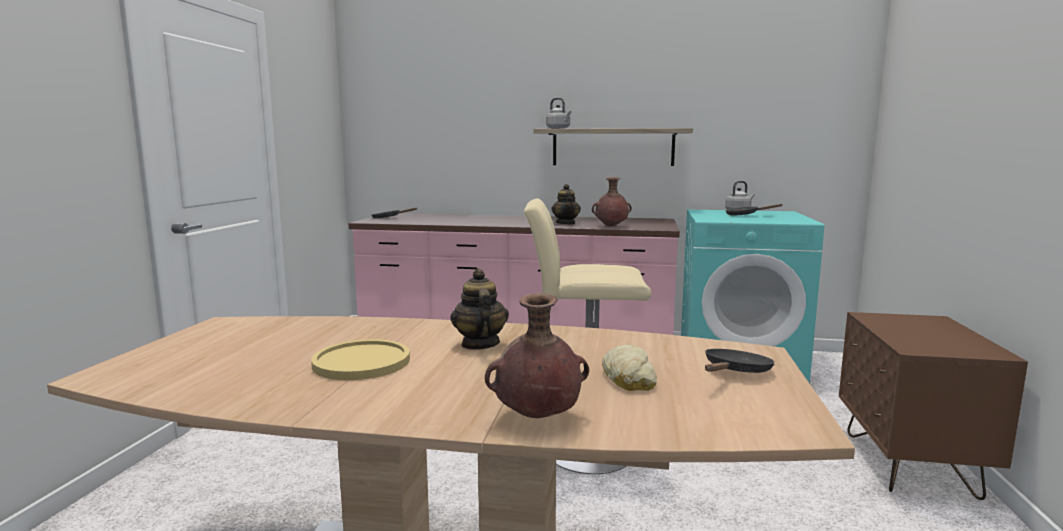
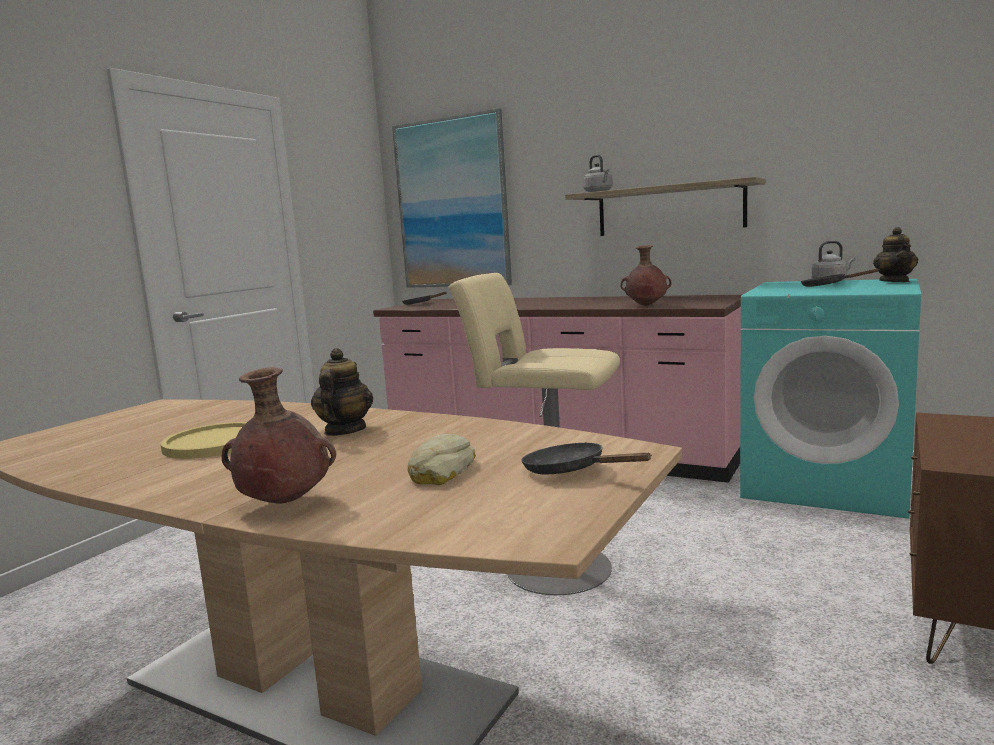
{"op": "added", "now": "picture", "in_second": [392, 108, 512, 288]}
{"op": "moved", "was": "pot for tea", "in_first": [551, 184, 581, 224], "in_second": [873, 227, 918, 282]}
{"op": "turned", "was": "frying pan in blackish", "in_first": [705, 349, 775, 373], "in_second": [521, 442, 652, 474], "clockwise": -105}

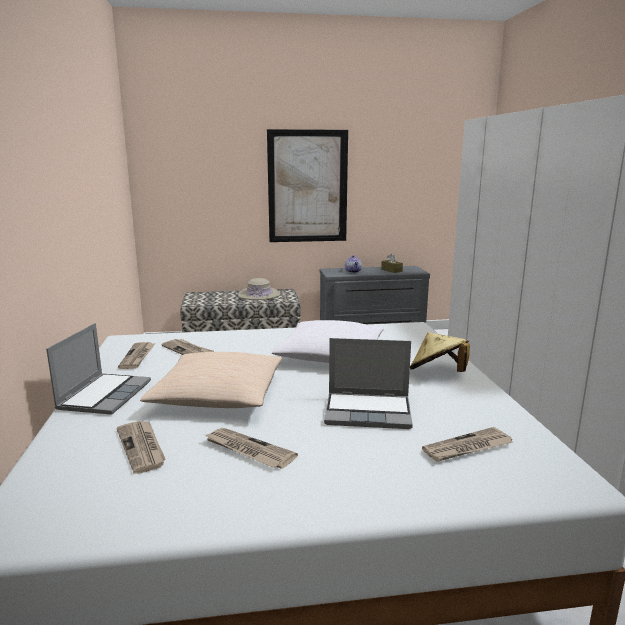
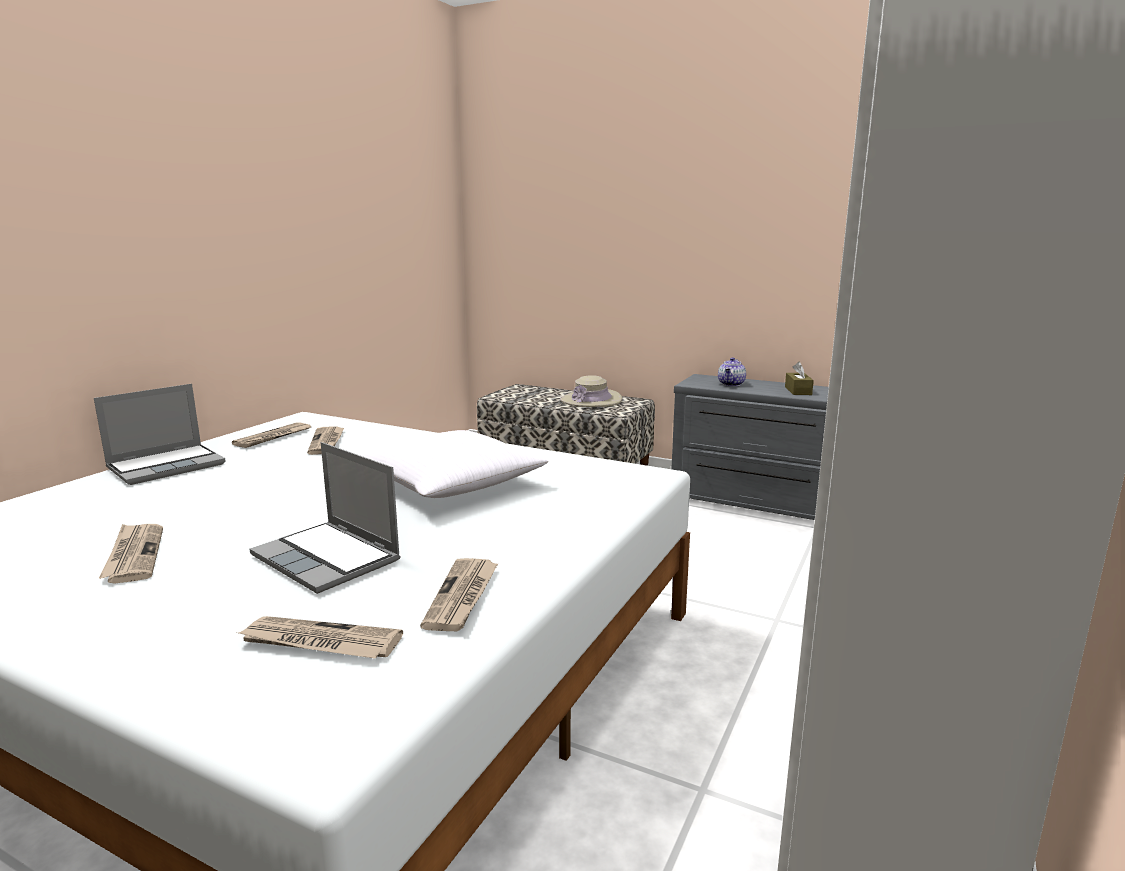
{"op": "removed", "was": "cushion in sand-coloured", "in_first": [140, 352, 282, 408]}
{"op": "removed", "was": "picture", "in_first": [267, 129, 348, 242]}
{"op": "removed", "was": "wearable hat in sand-coloured", "in_first": [410, 332, 470, 372]}
{"op": "moved", "was": "printed paper", "in_first": [116, 421, 166, 474], "in_second": [420, 558, 498, 631]}

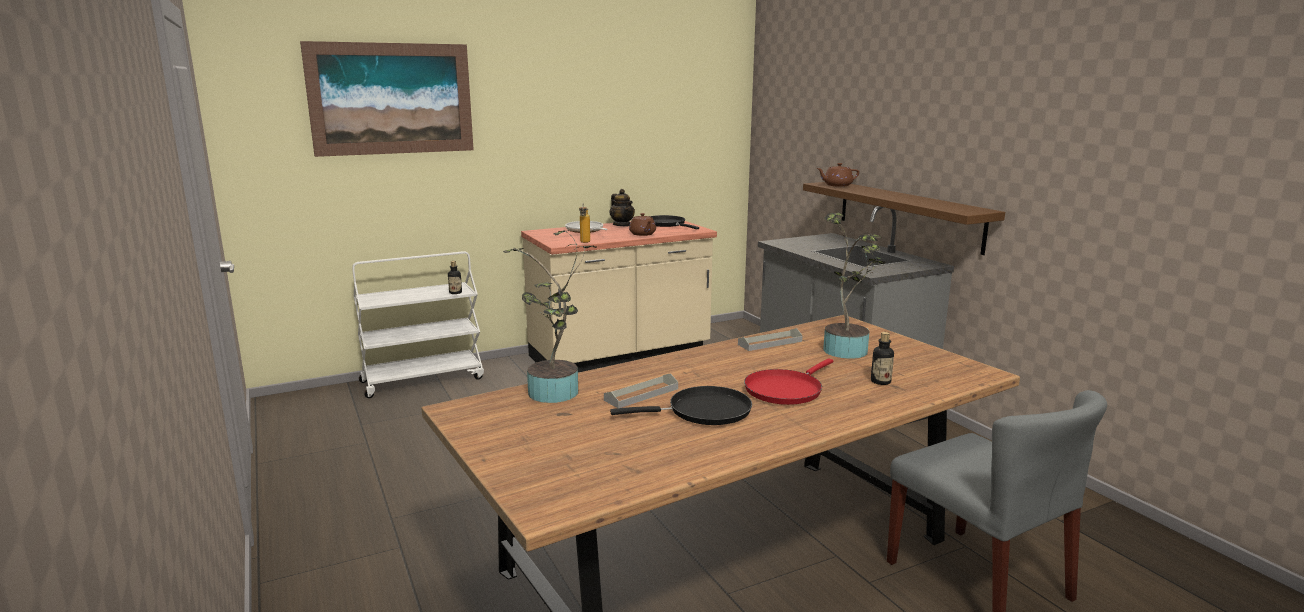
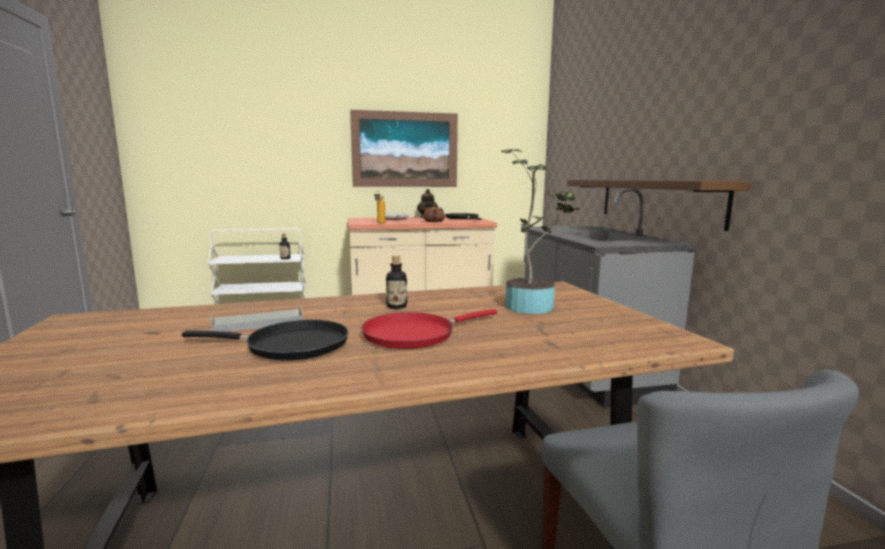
{"op": "removed", "was": "houseplant", "in_first": [503, 230, 597, 403]}
{"op": "removed", "was": "carrying tray in greyish", "in_first": [738, 328, 802, 351]}
{"op": "removed", "was": "pot for tea in brownish", "in_first": [817, 163, 859, 187]}
{"op": "moved", "was": "picture", "in_first": [300, 41, 474, 157], "in_second": [350, 110, 458, 187]}
{"op": "moved", "was": "drink bottle", "in_first": [871, 332, 894, 385], "in_second": [386, 255, 407, 309]}

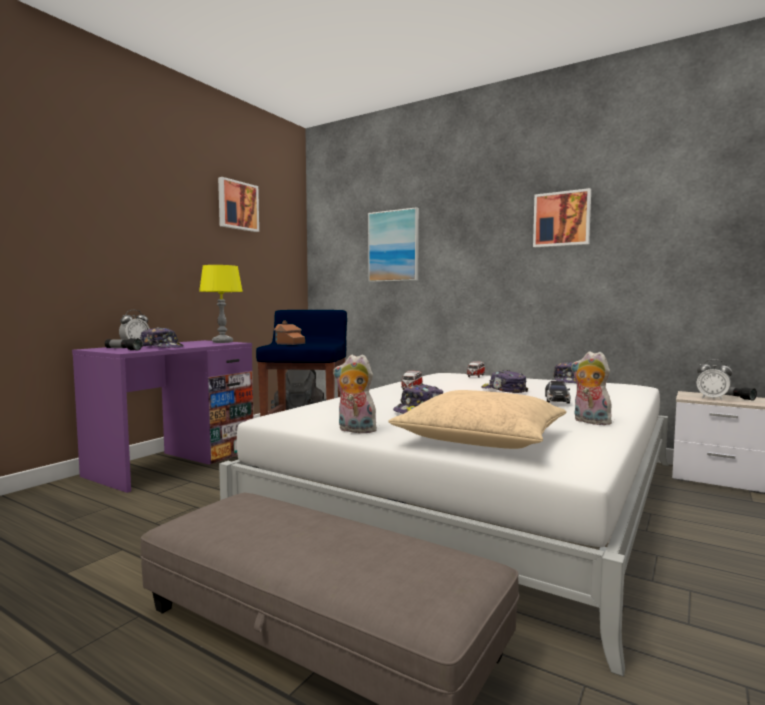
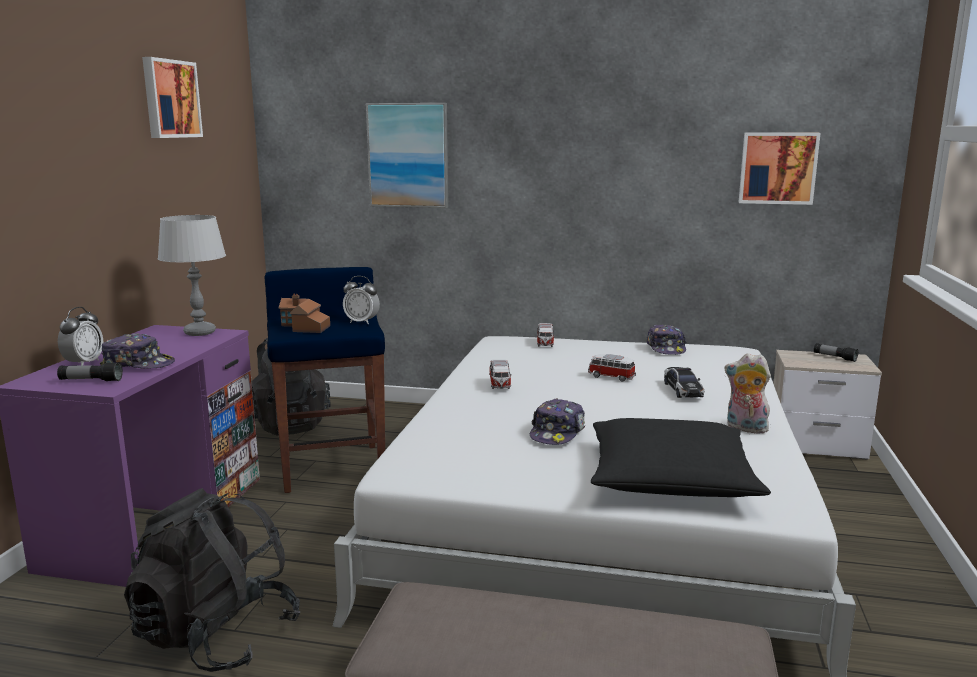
{"op": "removed", "was": "plush toy", "in_first": [333, 354, 377, 433]}
{"op": "added", "now": "knapsack in blackish", "in_second": [124, 488, 300, 672]}
{"op": "moved", "was": "picture", "in_first": [533, 188, 591, 248], "in_second": [738, 132, 821, 205]}
{"op": "moved", "was": "alarm clock", "in_first": [697, 359, 733, 400], "in_second": [343, 276, 380, 324]}
{"op": "replaced", "was": "peaked cap", "now": "miniature car", "in_first": [481, 370, 528, 393], "in_second": [588, 354, 636, 381]}
{"op": "recoloured", "was": "lamp for a table in yellowish", "now": "lamp for a table in greyish", "in_first": [199, 265, 243, 343], "in_second": [158, 215, 226, 336]}
{"op": "recoloured", "was": "cushion in sand-coloured", "now": "cushion in blackish", "in_first": [389, 390, 567, 449], "in_second": [591, 418, 771, 497]}

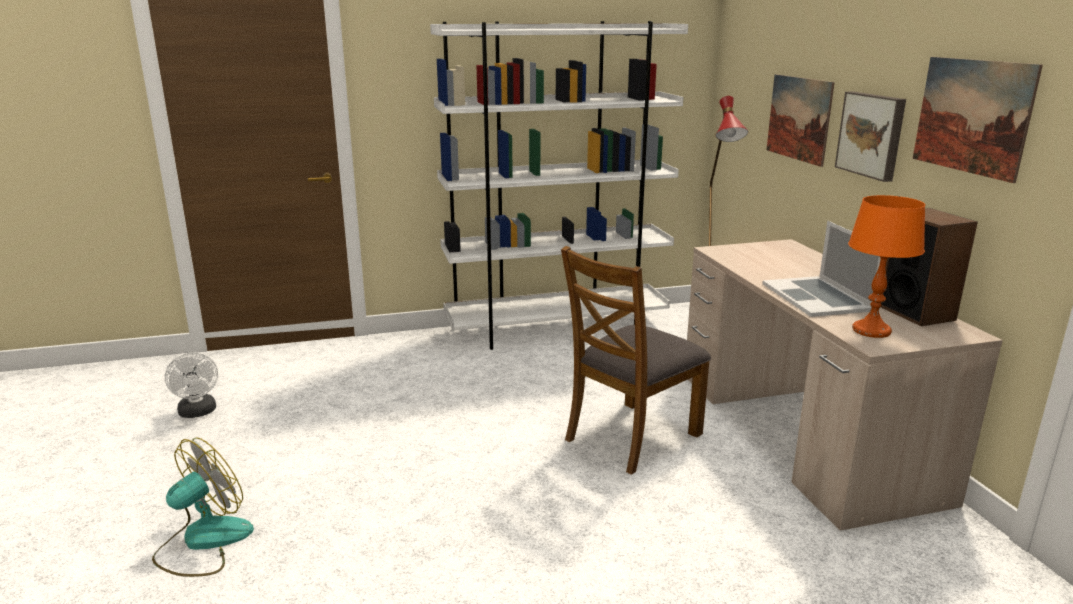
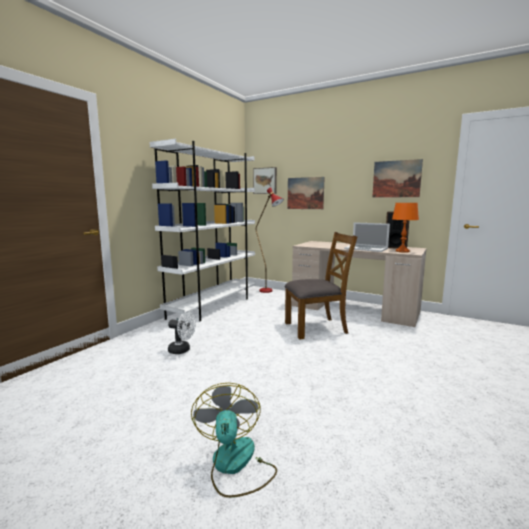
{"op": "moved", "was": "electric fan in white-coloured", "in_first": [165, 352, 218, 418], "in_second": [168, 312, 196, 354]}
{"op": "moved", "was": "picture", "in_first": [835, 91, 906, 182], "in_second": [253, 167, 277, 194]}
{"op": "turned", "was": "plain chair in brownish", "in_first": [561, 246, 711, 475], "in_second": [285, 232, 357, 339], "clockwise": -105}

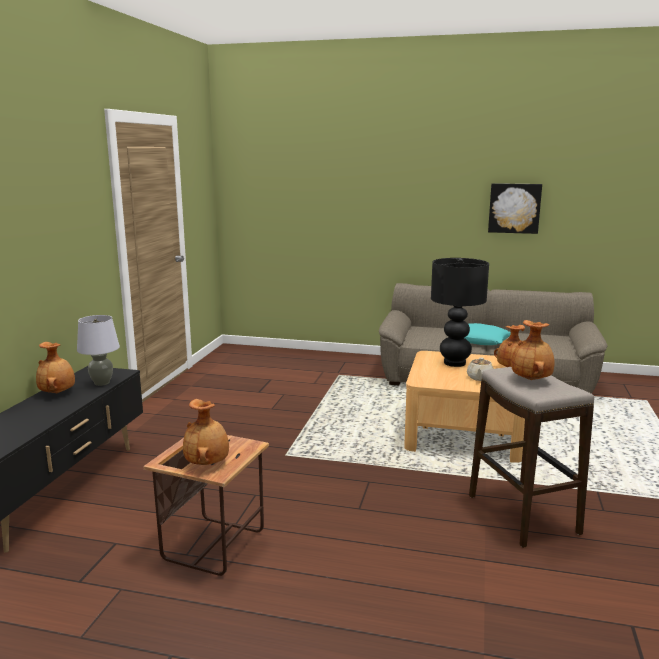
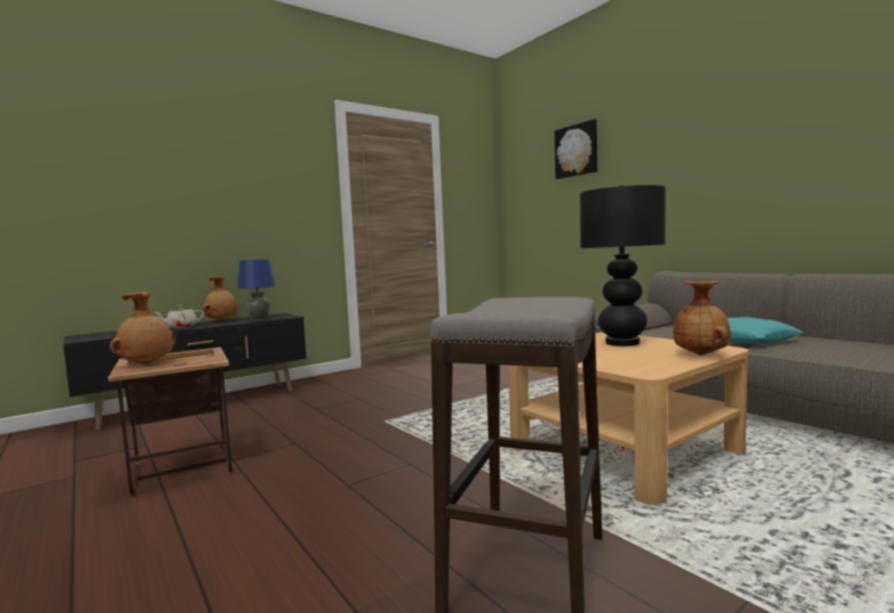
{"op": "removed", "was": "flower vase in brownish", "in_first": [511, 320, 555, 380]}
{"op": "moved", "was": "pot for tea in sand-coloured", "in_first": [467, 358, 494, 381], "in_second": [154, 306, 204, 328]}
{"op": "moved", "was": "picture", "in_first": [488, 183, 542, 234], "in_second": [555, 119, 597, 179]}
{"op": "recoloured", "was": "lamp for a table in greyish", "now": "lamp for a table in bluish", "in_first": [77, 315, 120, 386], "in_second": [238, 259, 276, 321]}

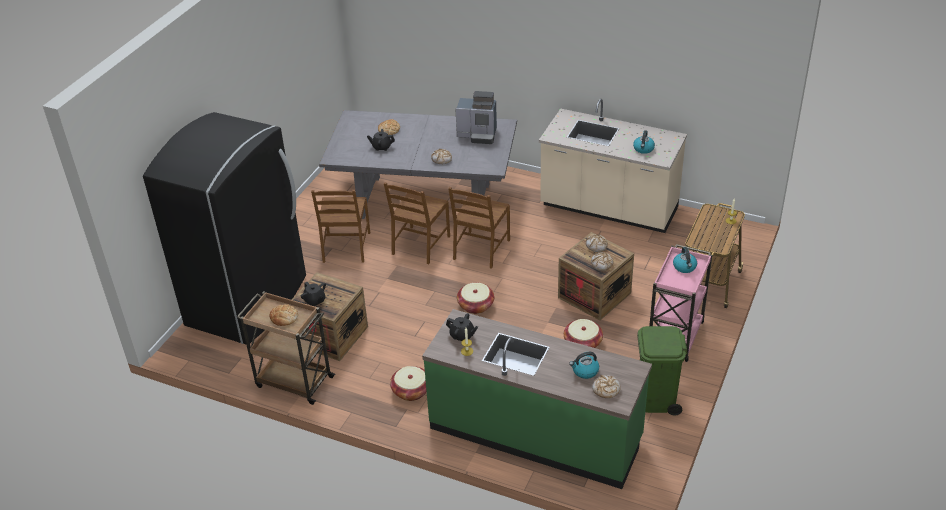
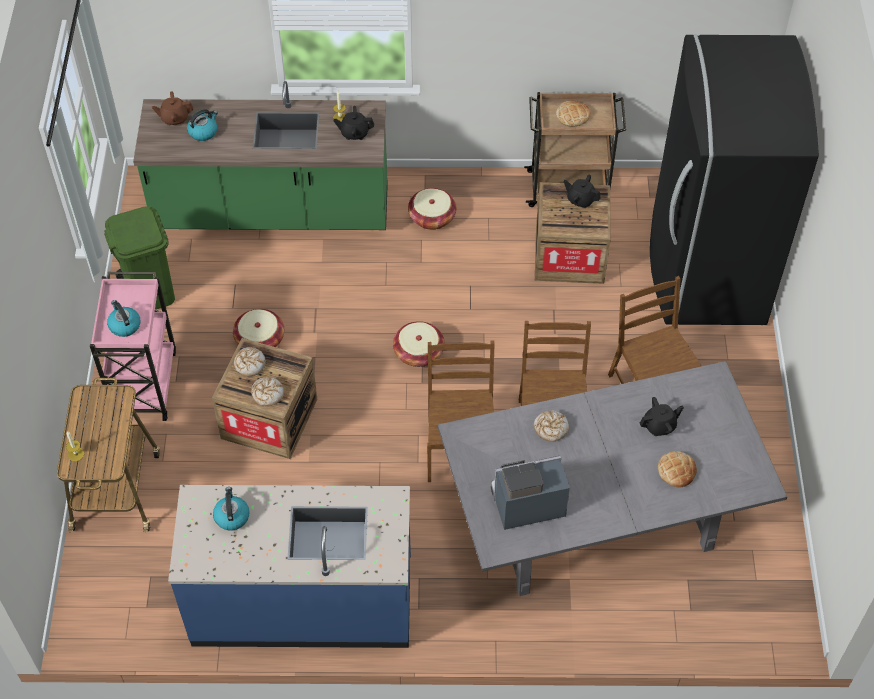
{"op": "replaced", "was": "bread", "now": "pot for tea in brownish", "in_first": [592, 375, 621, 398], "in_second": [152, 91, 193, 126]}
{"op": "recoloured", "was": "kitchen base unit in sand-coloured", "now": "kitchen base unit in bluish", "in_first": [539, 99, 687, 233], "in_second": [168, 485, 411, 648]}

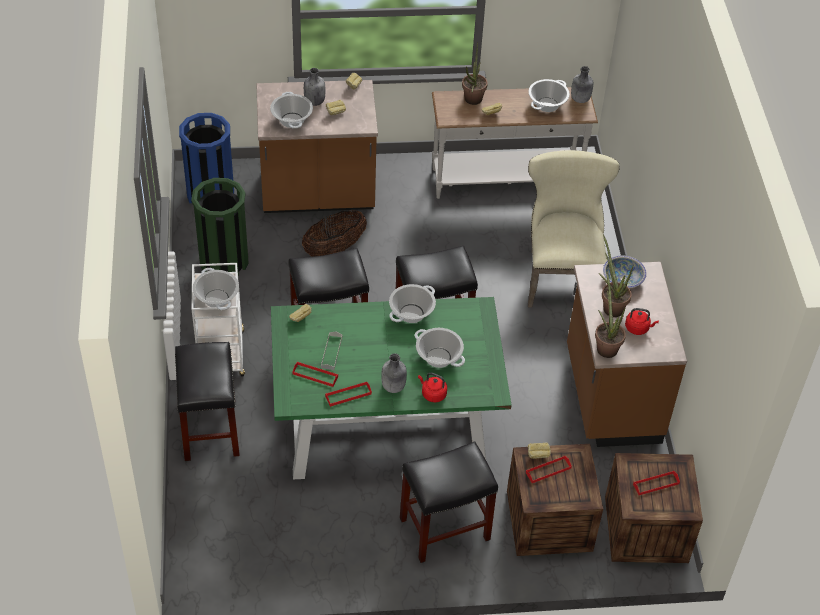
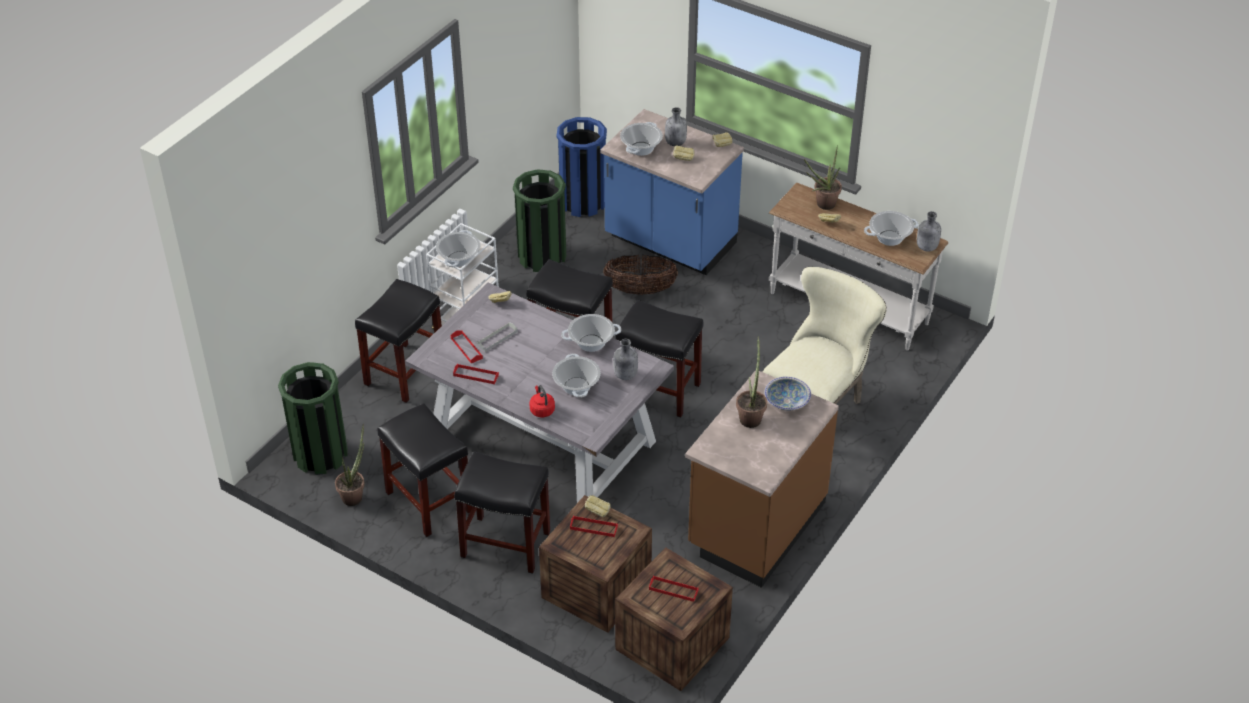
{"op": "removed", "was": "kettle in red", "in_first": [625, 308, 659, 335]}
{"op": "added", "now": "rubbish bin in green", "in_second": [278, 362, 348, 475]}
{"op": "added", "now": "sitting stool in blackish", "in_second": [377, 403, 473, 537]}
{"op": "moved", "was": "drink bottle in greyish", "in_first": [381, 353, 407, 393], "in_second": [613, 339, 638, 380]}
{"op": "moved", "was": "houseplant", "in_first": [595, 271, 626, 358], "in_second": [335, 423, 365, 506]}
{"op": "recoloured", "was": "kitchen base unit in brownish", "now": "kitchen base unit in bluish", "in_first": [256, 80, 378, 213], "in_second": [600, 109, 744, 275]}
{"op": "recoloured", "was": "dining table in green", "now": "dining table in greyish", "in_first": [271, 297, 512, 479], "in_second": [405, 283, 674, 503]}

